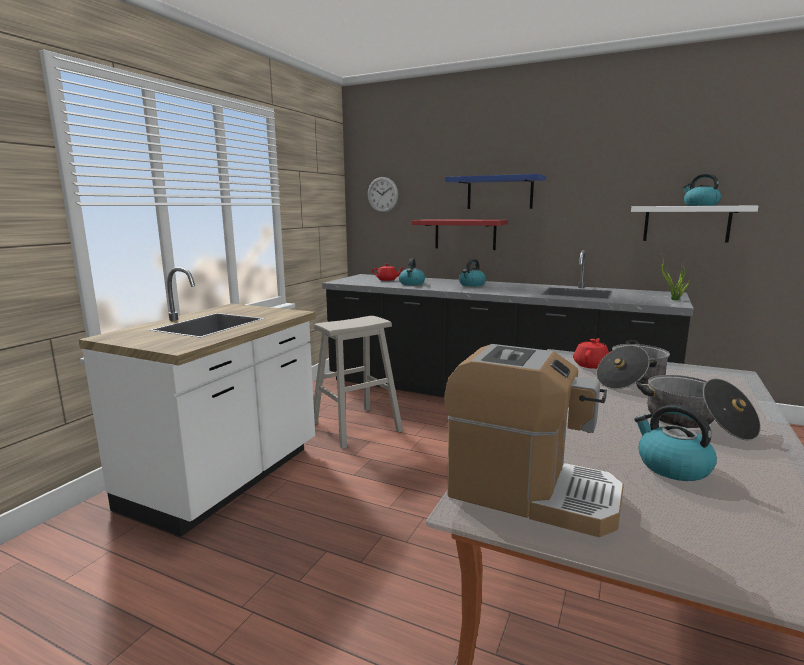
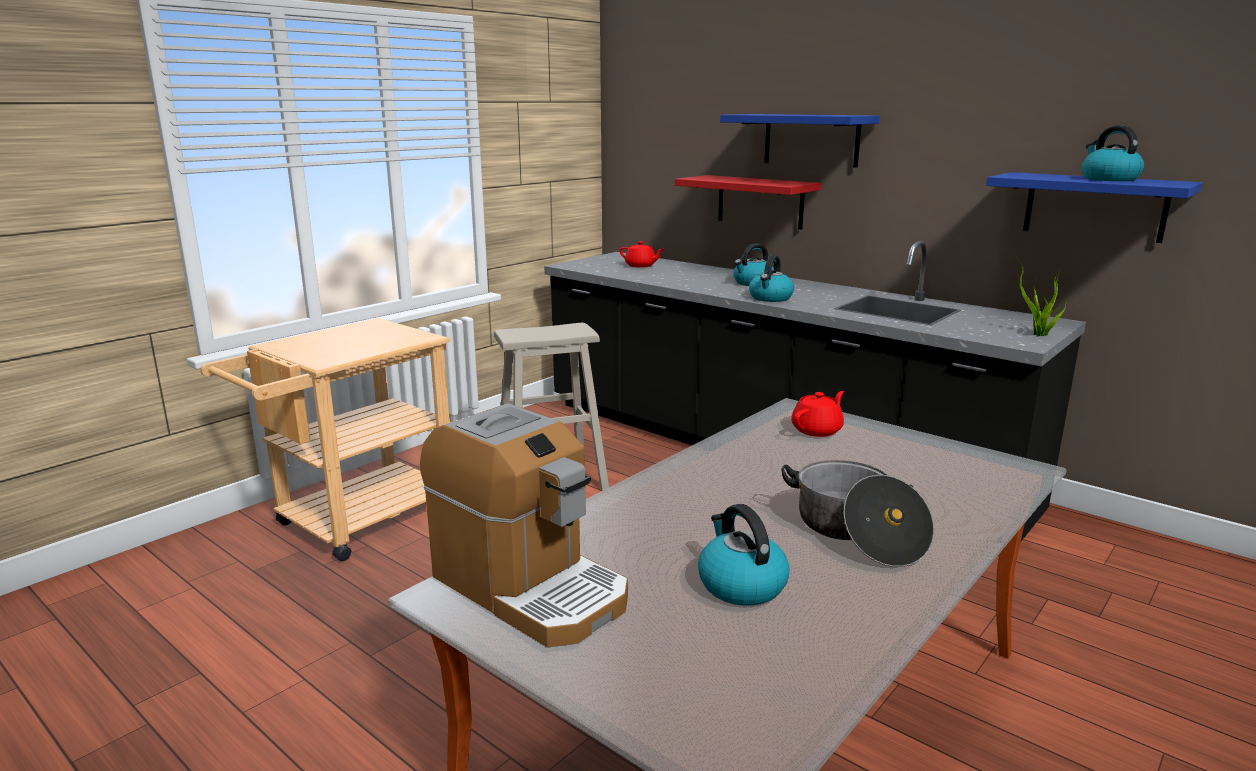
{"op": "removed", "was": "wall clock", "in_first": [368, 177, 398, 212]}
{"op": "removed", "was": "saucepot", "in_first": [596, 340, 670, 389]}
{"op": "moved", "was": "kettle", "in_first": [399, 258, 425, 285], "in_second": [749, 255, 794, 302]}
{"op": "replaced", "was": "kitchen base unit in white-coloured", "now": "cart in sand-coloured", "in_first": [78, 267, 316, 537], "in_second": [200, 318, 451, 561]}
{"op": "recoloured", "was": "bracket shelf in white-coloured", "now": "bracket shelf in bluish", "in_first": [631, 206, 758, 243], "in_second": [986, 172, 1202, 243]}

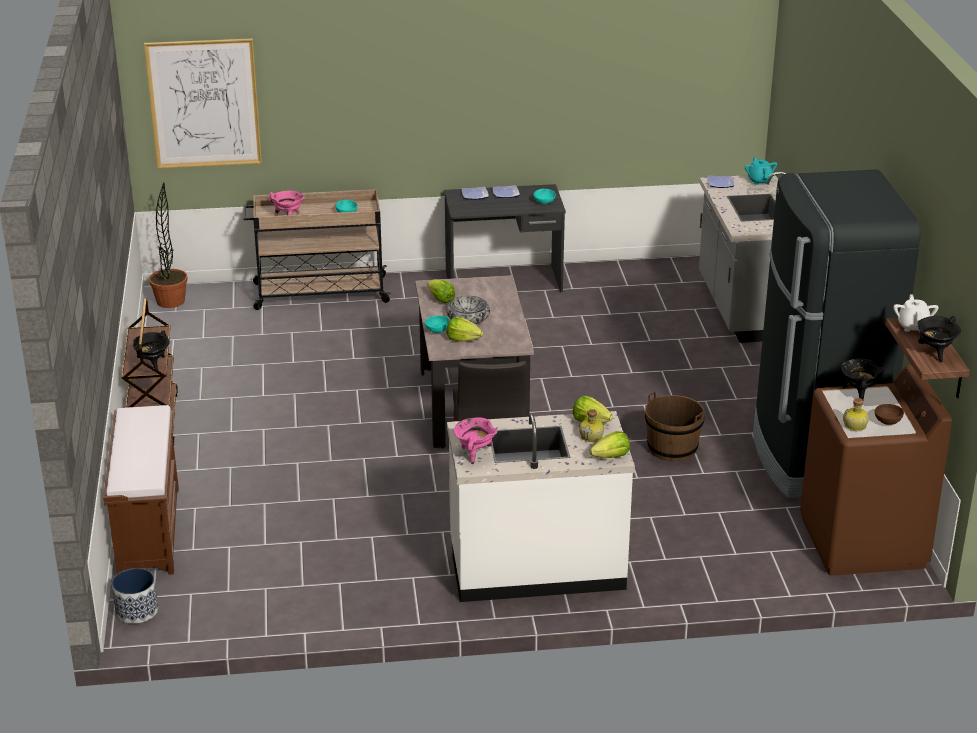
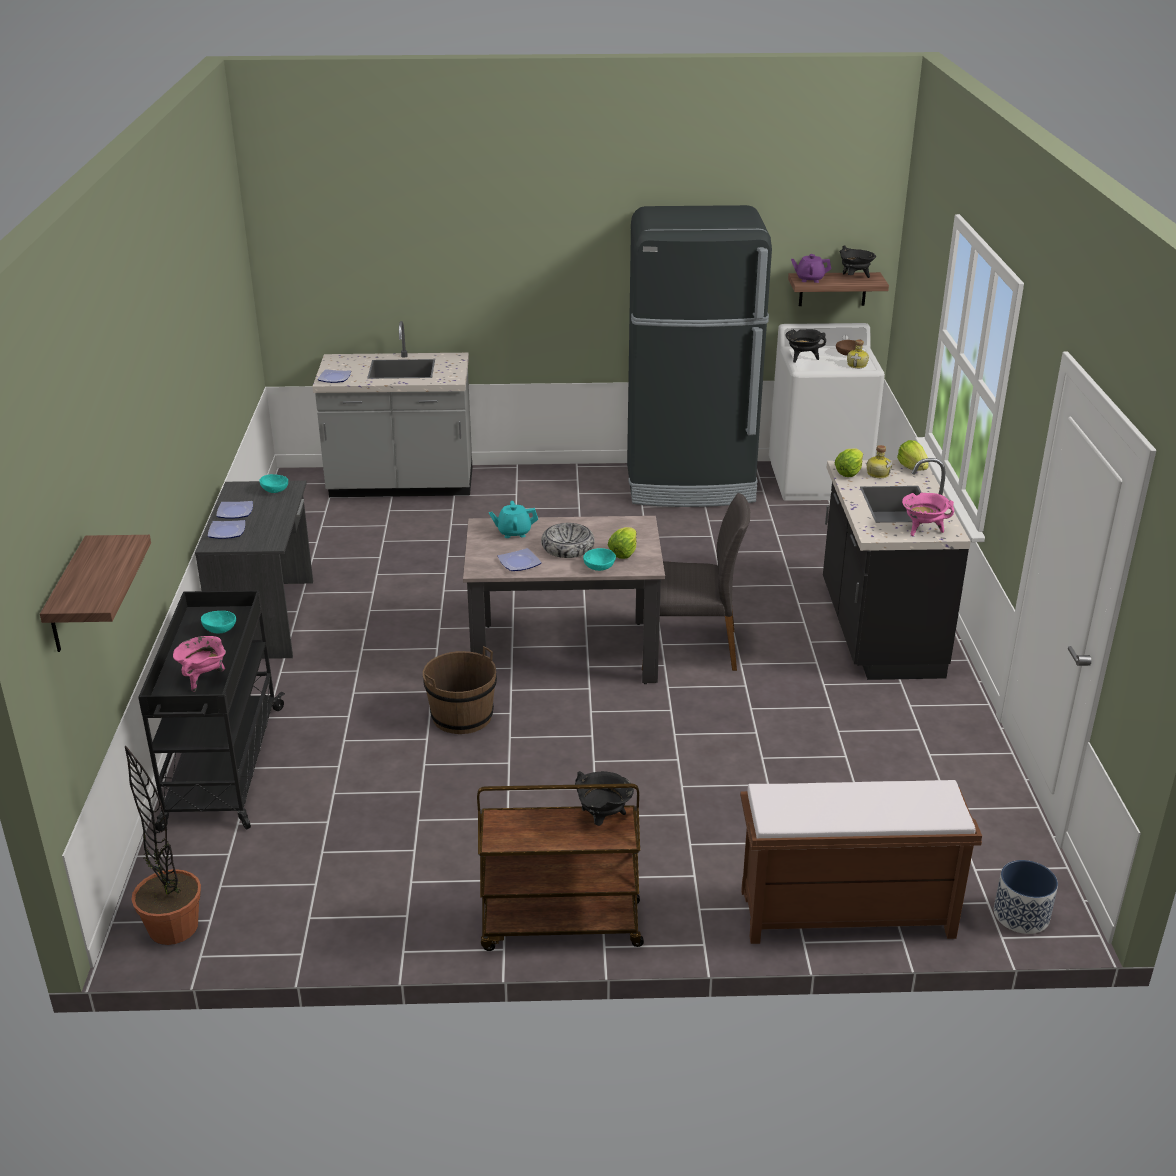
{"op": "moved", "was": "pail in brownish", "in_first": [645, 391, 705, 461], "in_second": [423, 646, 497, 734]}
{"op": "moved", "was": "pot for tea in turquoise", "in_first": [745, 157, 777, 185], "in_second": [489, 501, 538, 538]}
{"op": "replaced", "was": "picture", "now": "bracket shelf", "in_first": [144, 38, 262, 169], "in_second": [40, 535, 151, 652]}
{"op": "replaced", "was": "lettuce head", "now": "flat dish", "in_first": [427, 279, 455, 303], "in_second": [498, 548, 542, 571]}
{"op": "recoloured", "was": "cart in sand-coloured", "now": "cart in blackish", "in_first": [243, 189, 391, 310], "in_second": [138, 590, 285, 831]}
{"op": "recoloured", "was": "kitchen base unit in white-coloured", "now": "kitchen base unit in blackish", "in_first": [447, 411, 635, 602], "in_second": [823, 458, 971, 680]}
{"op": "recoloured", "was": "laundry appliance in brownish", "now": "laundry appliance in white-coloured", "in_first": [800, 365, 952, 576], "in_second": [769, 323, 885, 501]}
{"op": "recoloured", "was": "pot for tea in white-coloured", "now": "pot for tea in purplish", "in_first": [893, 295, 939, 332], "in_second": [791, 254, 831, 283]}

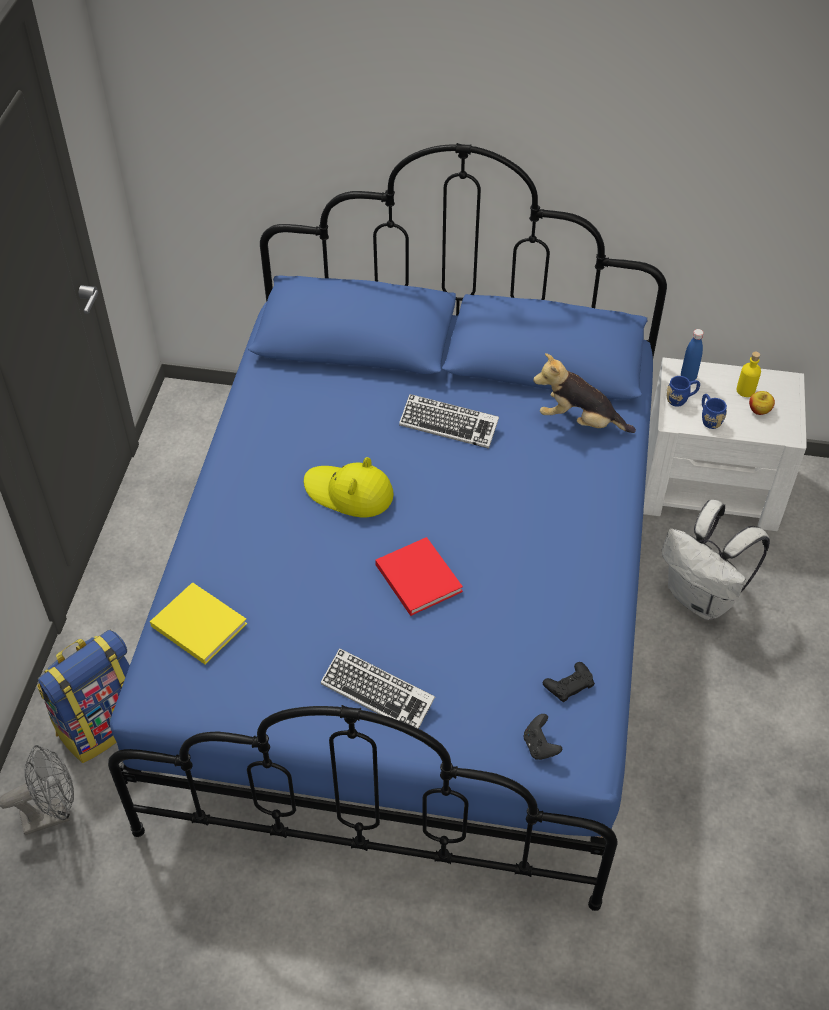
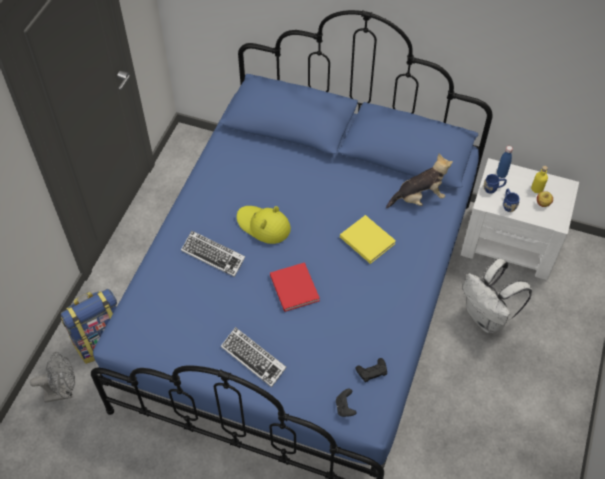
{"op": "moved", "was": "volume in yellowish", "in_first": [150, 582, 247, 664], "in_second": [340, 215, 396, 264]}
{"op": "moved", "was": "PC keyboard", "in_first": [399, 394, 499, 449], "in_second": [181, 231, 245, 277]}
{"op": "turned", "was": "plush toy", "in_first": [533, 353, 636, 433], "in_second": [386, 153, 453, 208], "clockwise": 135}

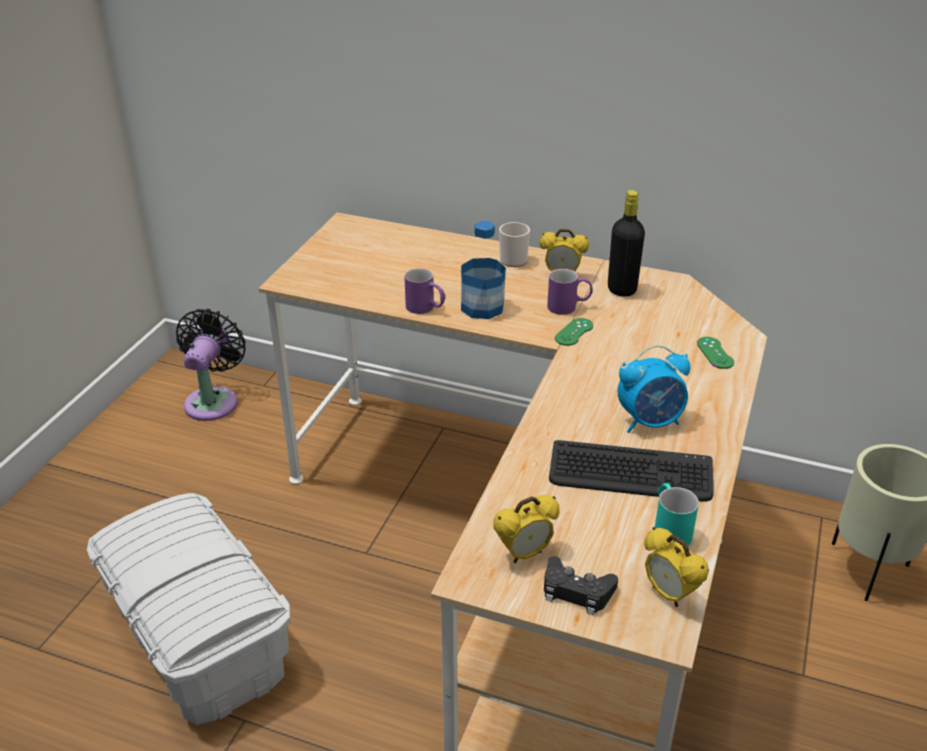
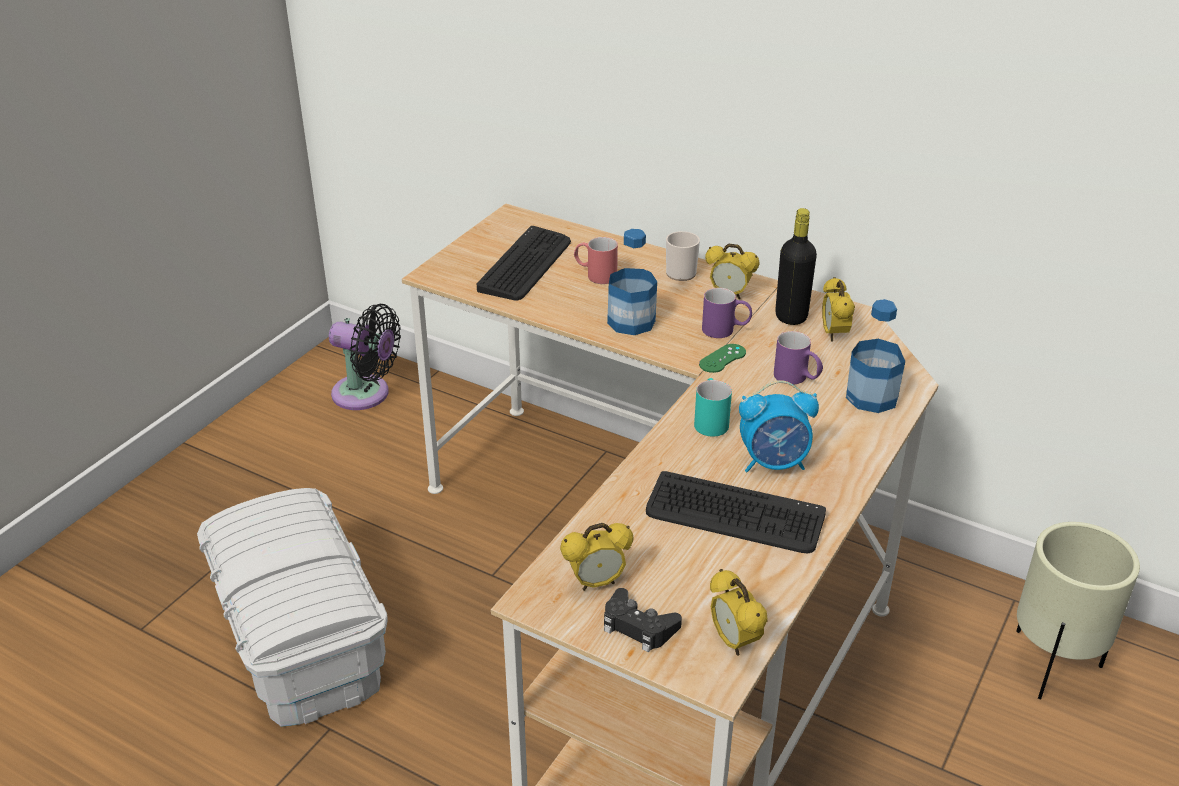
{"op": "added", "now": "PC keyboard", "in_second": [477, 226, 571, 300]}
{"op": "added", "now": "tea mug in red", "in_second": [574, 237, 618, 284]}
{"op": "added", "now": "alarm clock", "in_second": [822, 277, 855, 341]}
{"op": "moved", "was": "tea mug in purplish", "in_first": [404, 268, 446, 314], "in_second": [774, 331, 823, 384]}
{"op": "moved", "was": "tea mug in turquoise", "in_first": [655, 483, 699, 546], "in_second": [694, 378, 732, 437]}
{"op": "replaced", "was": "game controller in green", "now": "drink bottle", "in_first": [697, 337, 734, 369], "in_second": [846, 299, 905, 413]}
{"op": "turned", "was": "electric fan in blackish", "in_first": [176, 309, 246, 421], "in_second": [329, 304, 401, 410], "clockwise": 90}

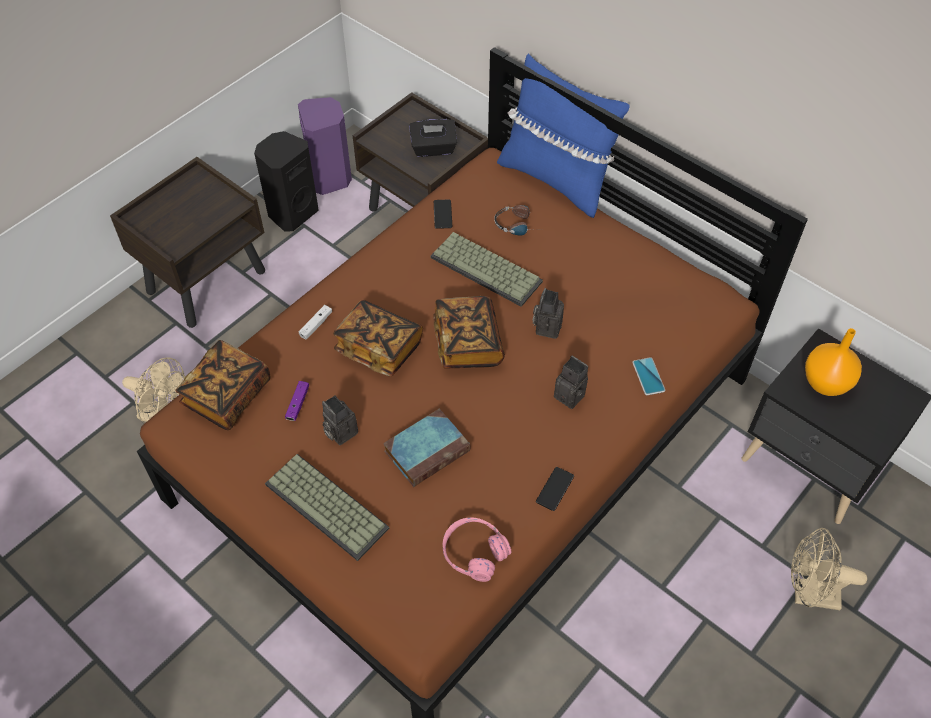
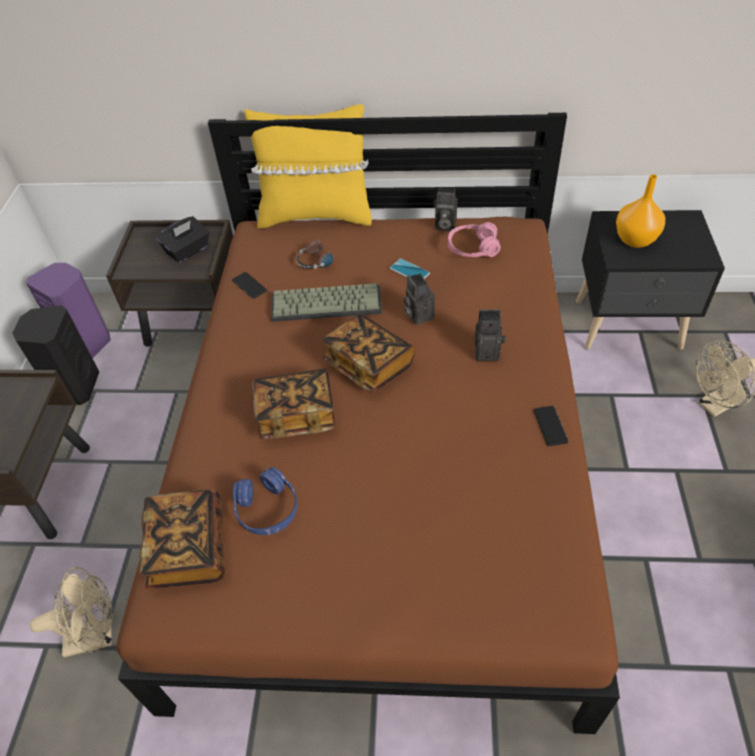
{"op": "removed", "was": "PC keyboard", "in_first": [265, 454, 389, 561]}
{"op": "removed", "was": "game controller in white-coloured", "in_first": [299, 305, 332, 340]}
{"op": "removed", "was": "volume", "in_first": [383, 409, 470, 487]}
{"op": "moved", "was": "still camera", "in_first": [322, 395, 358, 445], "in_second": [434, 187, 457, 231]}
{"op": "moved", "was": "pair of headphones in pinkish", "in_first": [443, 517, 511, 582], "in_second": [448, 222, 501, 257]}
{"op": "moved", "was": "phone", "in_first": [632, 357, 665, 395], "in_second": [390, 258, 430, 279]}
{"op": "replaced", "was": "game controller in purplish", "now": "pair of headphones in bluish", "in_first": [285, 381, 309, 421], "in_second": [233, 467, 298, 535]}
{"op": "recoloured", "was": "cushion in bluish", "now": "cushion in yellowish", "in_first": [497, 54, 630, 218], "in_second": [244, 104, 372, 228]}

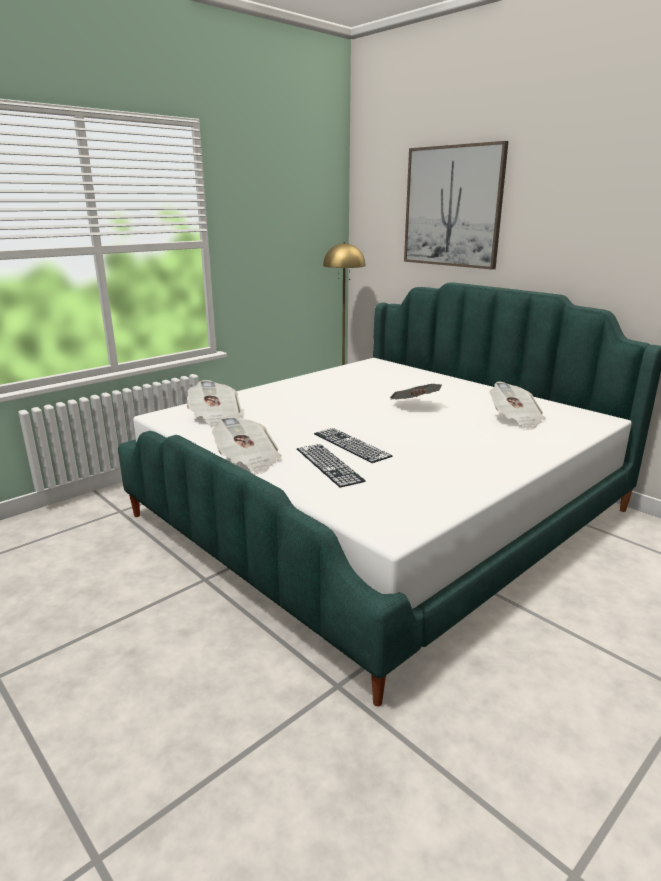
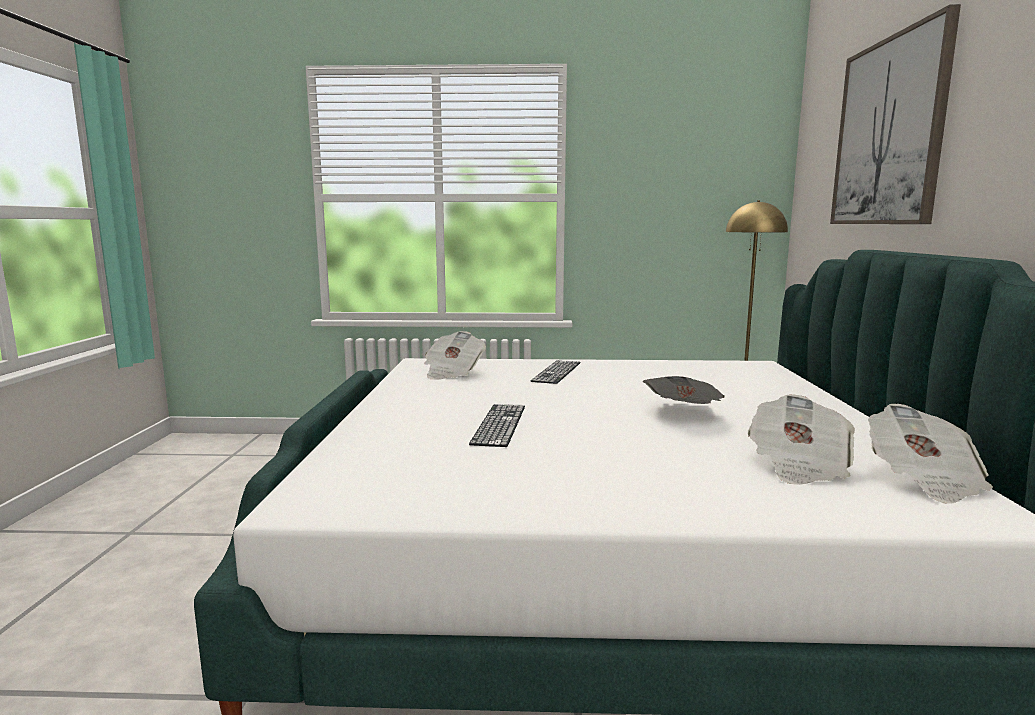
{"op": "moved", "was": "printed paper", "in_first": [212, 416, 282, 474], "in_second": [868, 404, 993, 504]}
{"op": "moved", "was": "PC keyboard", "in_first": [297, 444, 366, 487], "in_second": [530, 360, 581, 384]}

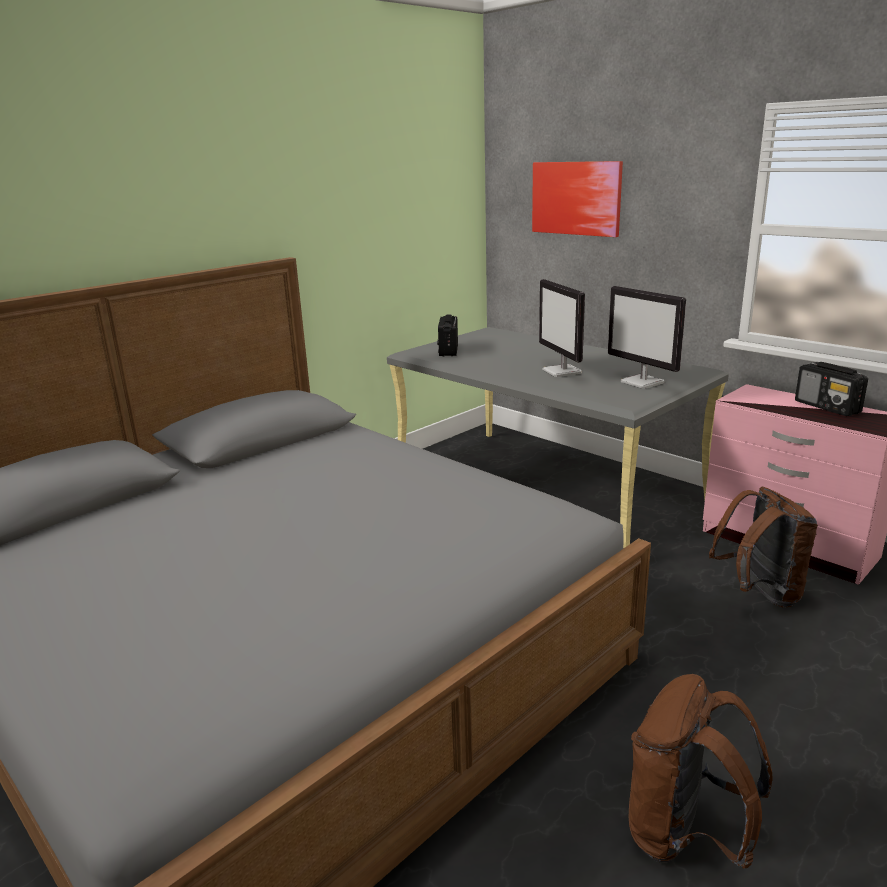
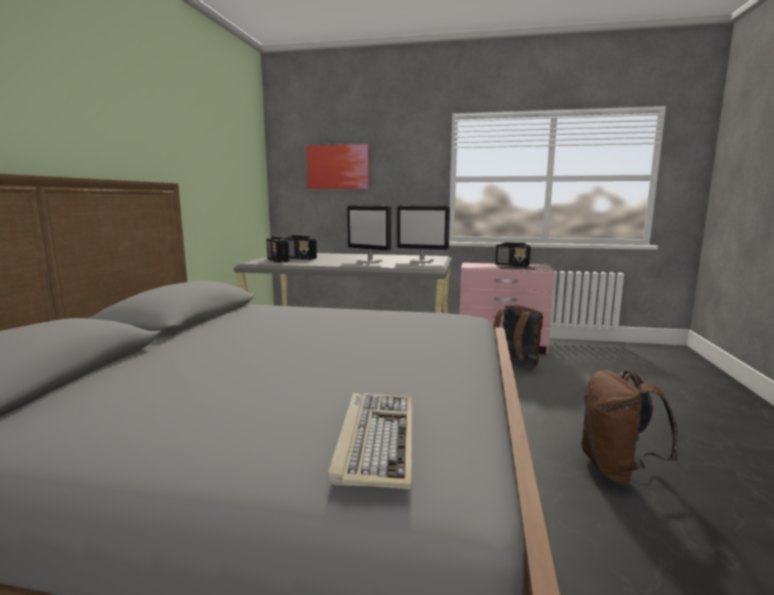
{"op": "added", "now": "radio", "in_second": [283, 235, 317, 260]}
{"op": "added", "now": "PC keyboard", "in_second": [328, 393, 412, 489]}

